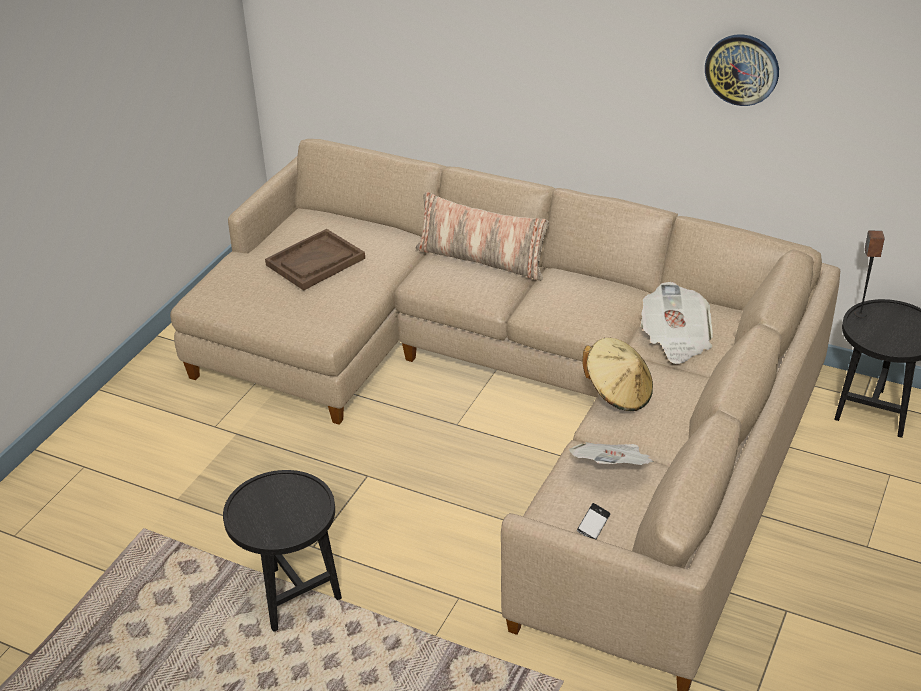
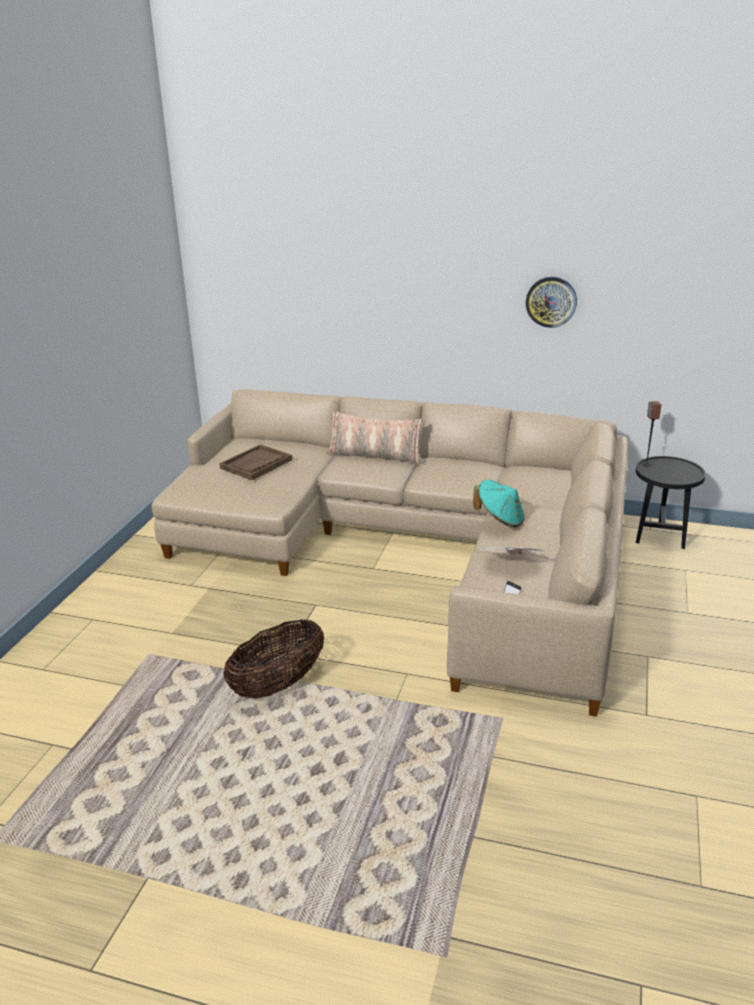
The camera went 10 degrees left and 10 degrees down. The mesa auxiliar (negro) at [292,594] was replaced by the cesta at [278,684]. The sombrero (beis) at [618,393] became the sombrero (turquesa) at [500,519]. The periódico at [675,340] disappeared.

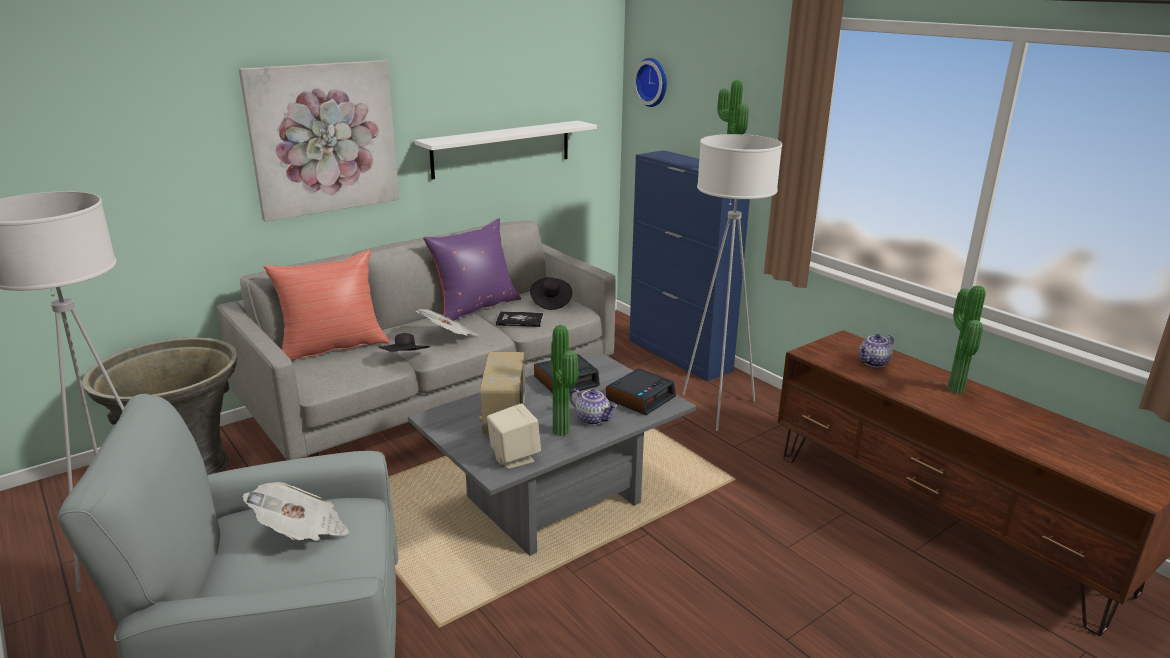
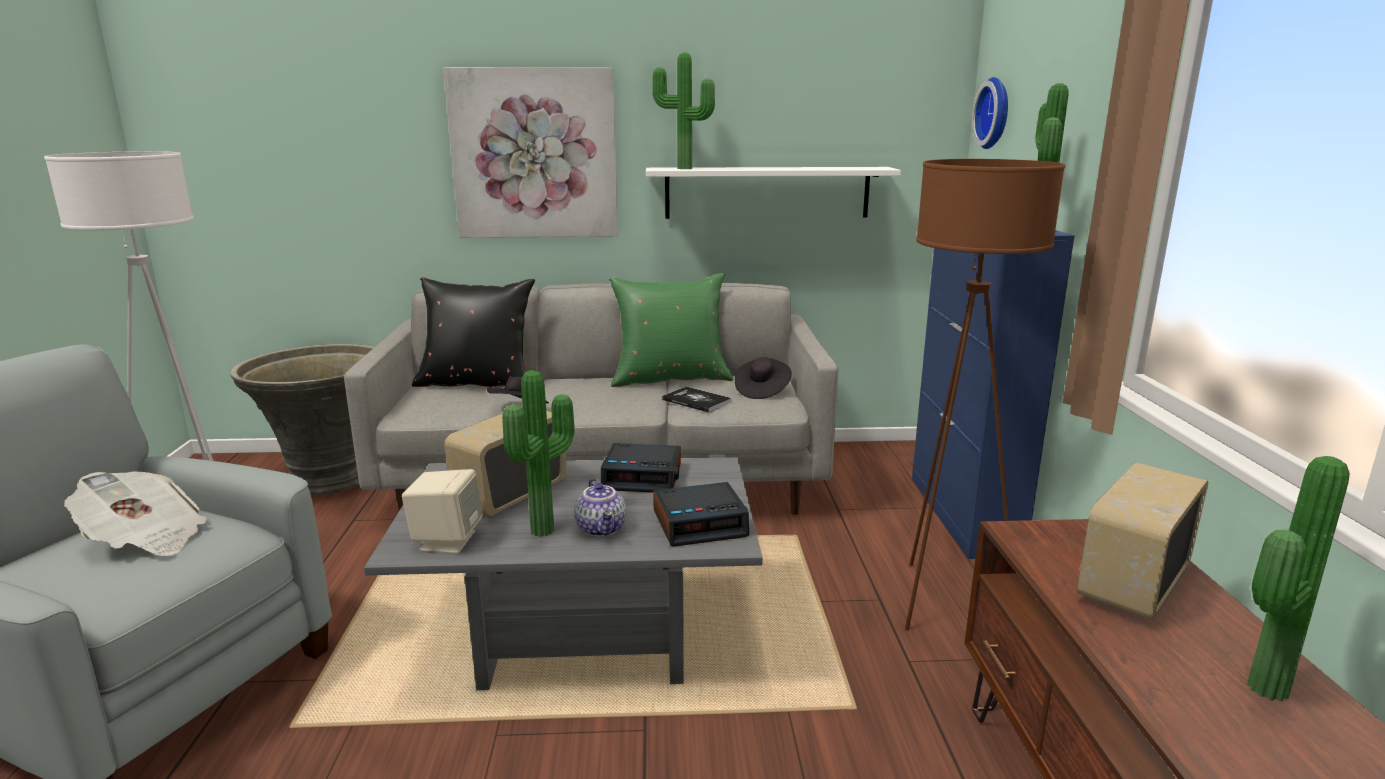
The camera went 35 degrees right and 5 degrees down. The cojín (rojo) at [332,347] became the cojín (negro) at [478,383]. The periódico at [448,337] disappeared. The cojín (morado) at [475,307] became the cojín (verde) at [670,378]. The lámpara de pie (blanco) at [717,409] became the lámpara de pie (marrón) at [942,600]. The tetera at [874,363] was replaced by the radio at [1131,584]. The planta en maceta at [683,169] appeared.

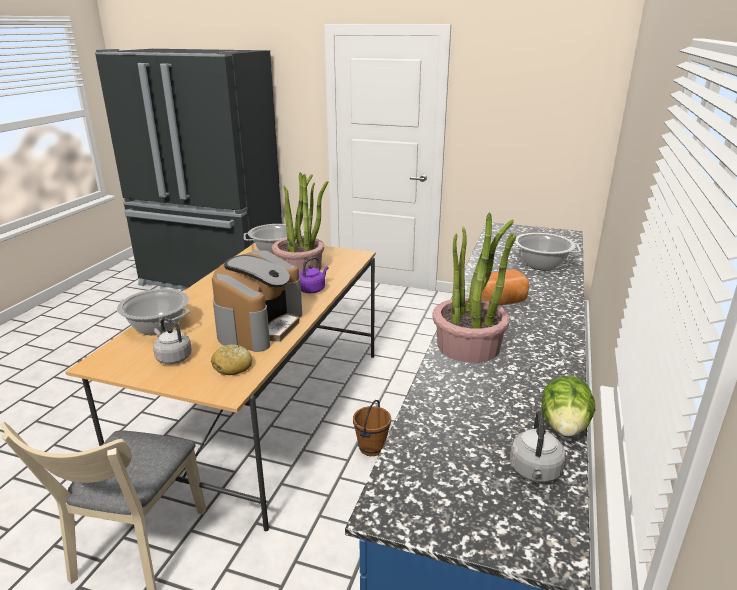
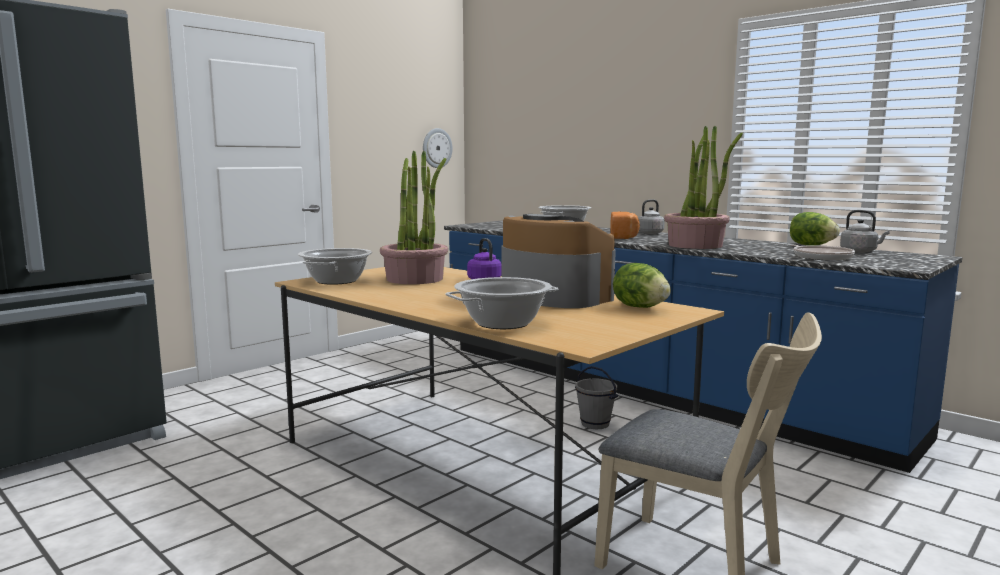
The camera went 65 degrees left and 15 degrees down. The hervidor (gris) moved from [172,357] to [648,233]. The pan at [232,367] was replaced by the lechuga at [640,307]. The cubo (marrón) at [372,448] became the cubo (gris) at [595,424]. The reloj de pared at [436,148] appeared. The sartén at [819,257] appeared.

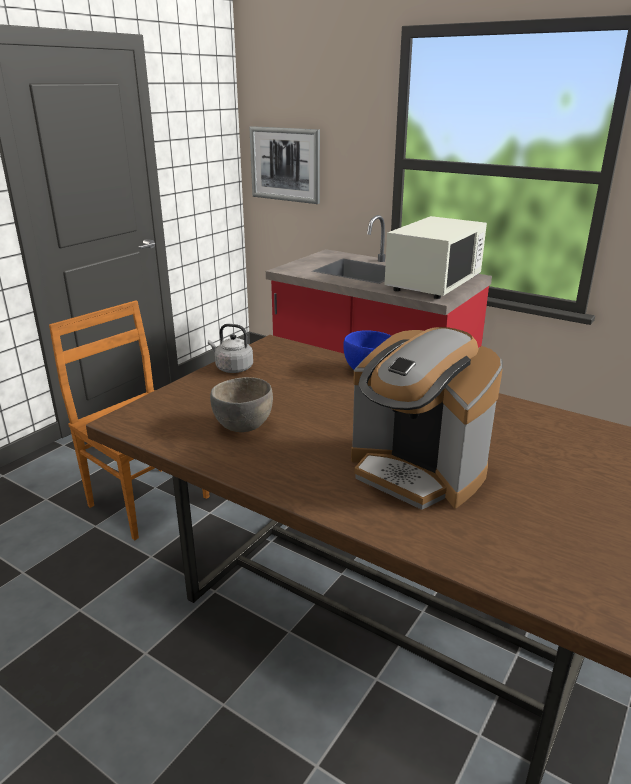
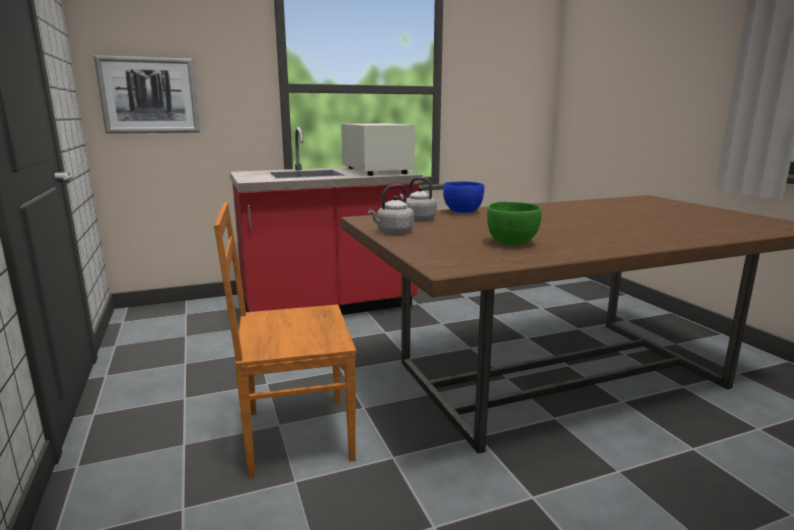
The camera went 55 degrees left and 10 degrees down. The cuenco (gris) at [244,426] became the cuenco (verde) at [512,243]. The cafetera at [417,472] disappeared. The hervidor (gris) at [418,219] appeared.

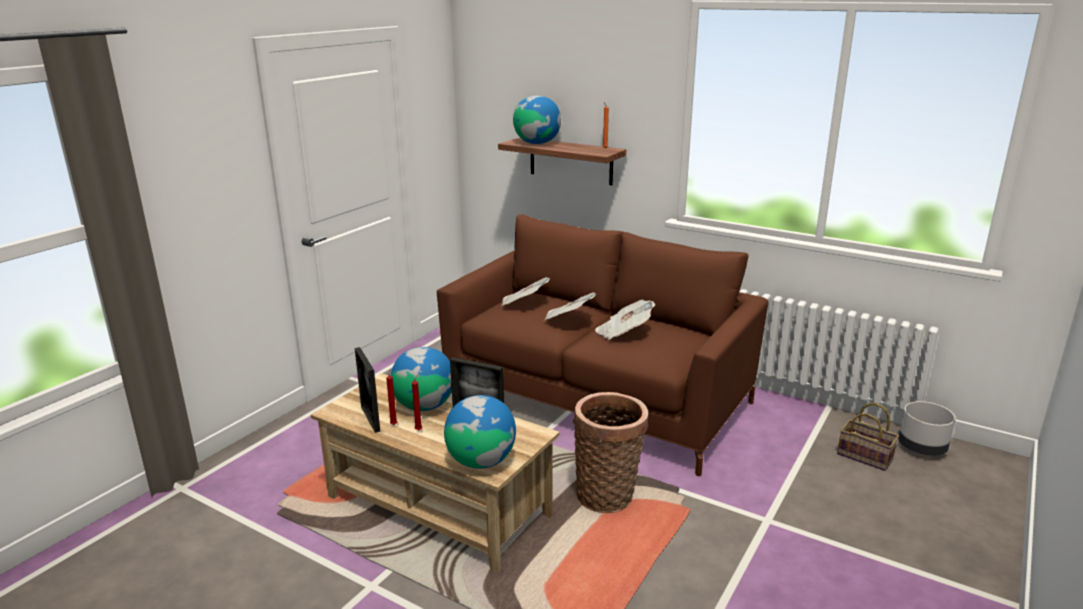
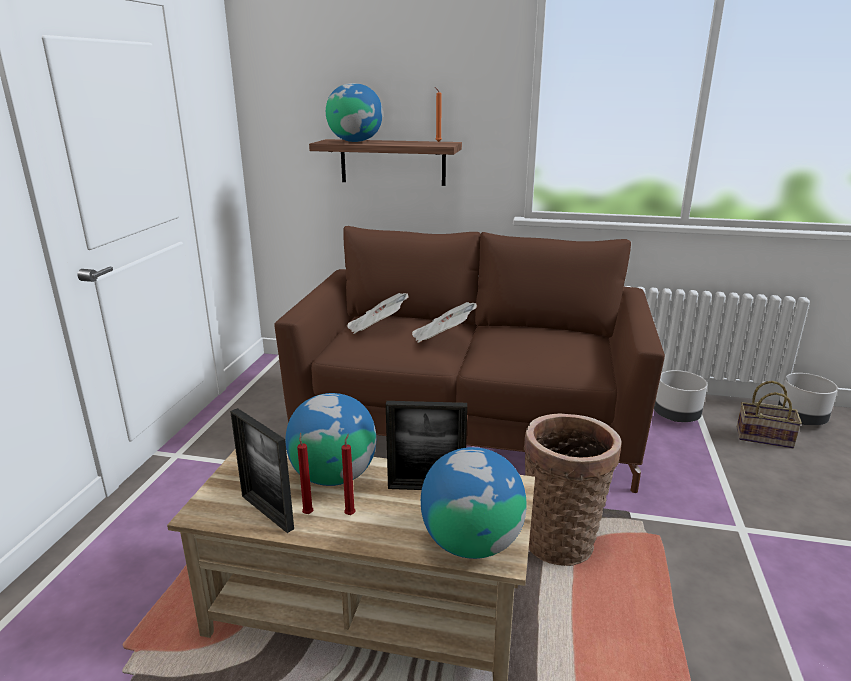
The camera went 20 degrees left and 0 degrees up. The periódico at [623,333] disappeared. The maceta (gris) at [676,416] appeared.

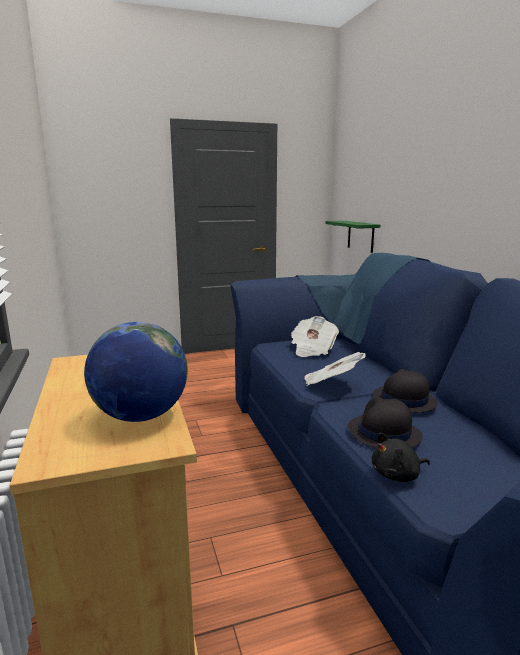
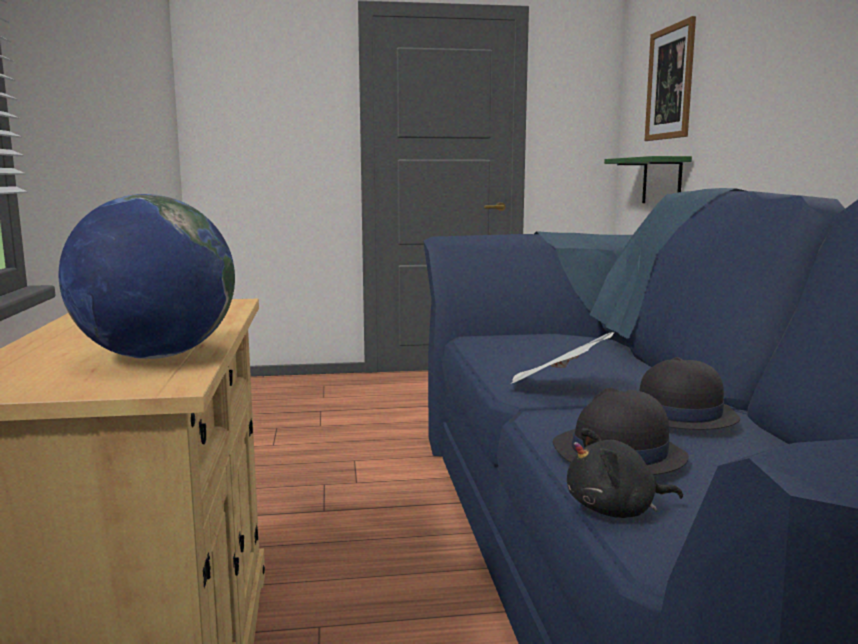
The camera went 10 degrees right and 5 degrees down. The periódico at [312,349] disappeared. The cuadro at [670,83] appeared.

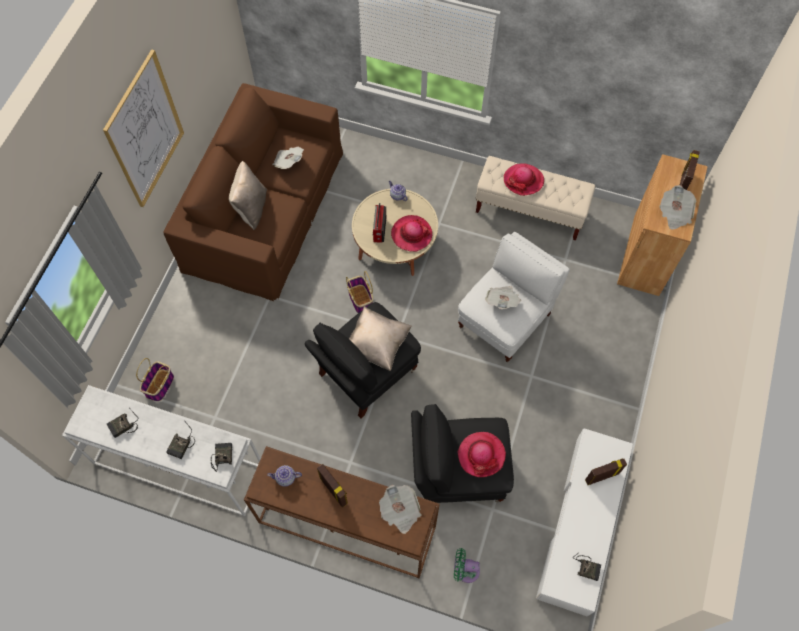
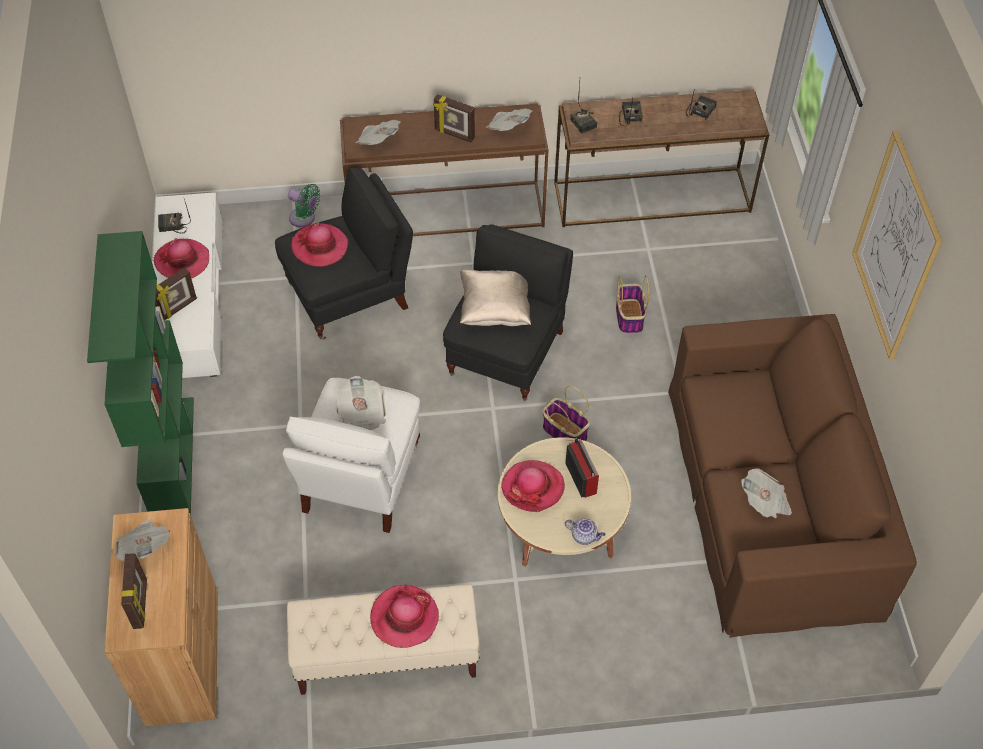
The camera went 155 degrees right and 10 degrees down. The mesa consola (blanco) at [177,466] became the mesa consola (marrón) at [653,196]. The cesta moved from [159,386] to [629,316]. The cojín (beis) at [251,208] disappeared. The tetera at [286,478] was replaced by the periódico at [508,128]. The ventilador (verde) at [465,570] turned 45 degrees clockwise. The estantería (verde) at [171,456] appeared. The sombrero at [182,261] appeared.

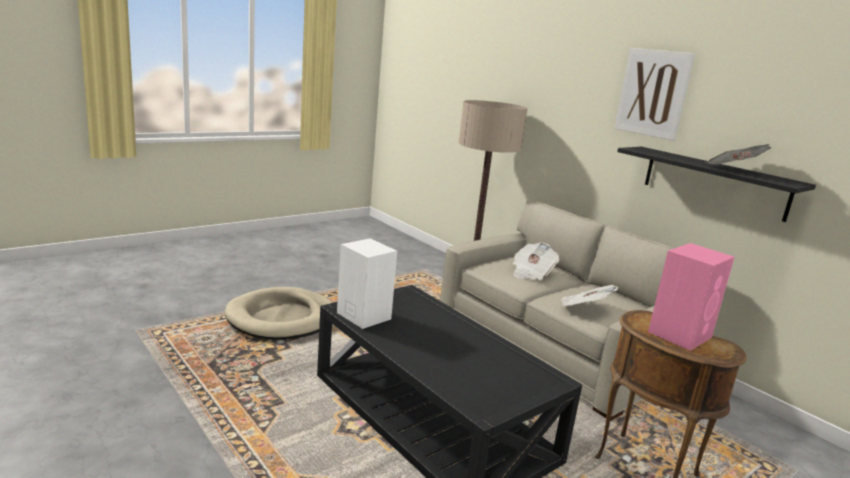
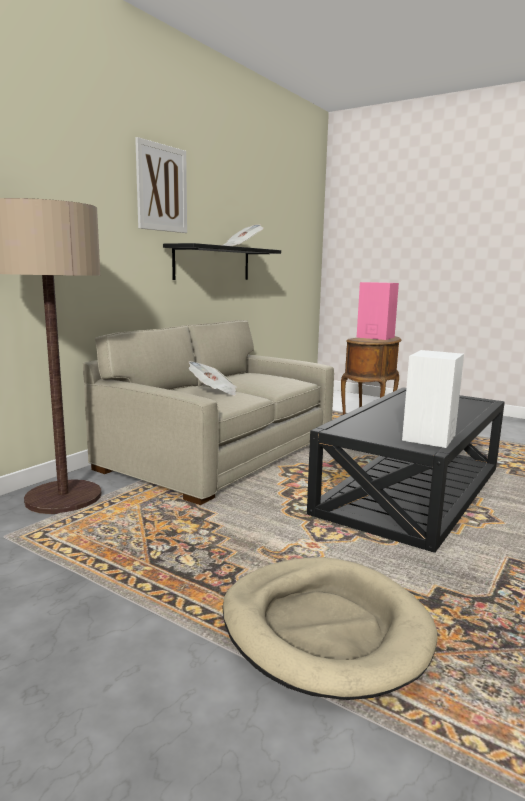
The camera went 105 degrees left and 5 degrees down. The periódico at [584,308] disappeared.

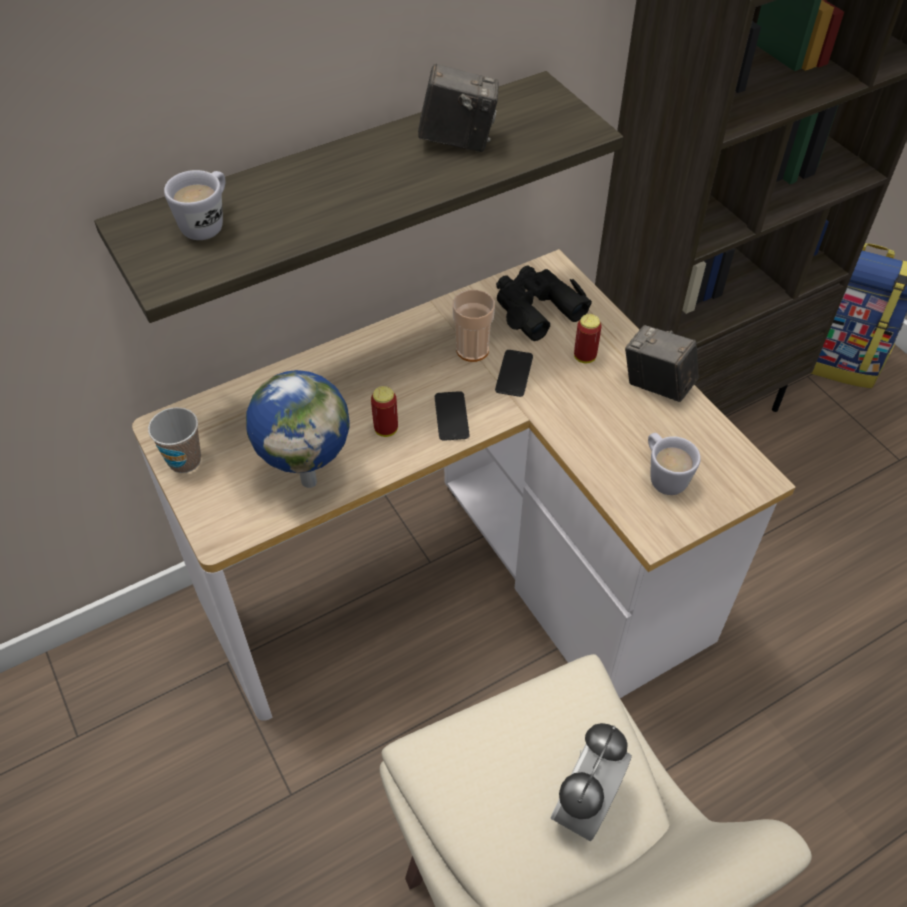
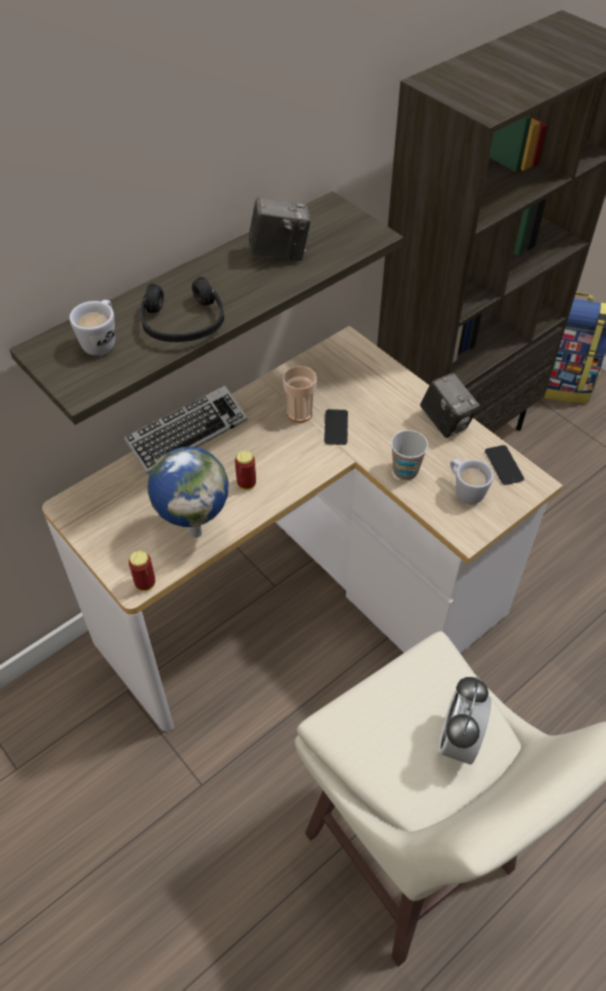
The camera went 10 degrees left and 0 degrees up. The taza moved from [184,461] to [405,471]. The móvil moved from [451,416] to [504,465]. The prismáticos (negro) at [536,308] disappeared. The lata moved from [584,357] to [145,583]. The cámara at [657,385] turned 150 degrees counterclockwise. The teclado at [187,434] appeared. The auriculares (negro) at [183,322] appeared.

